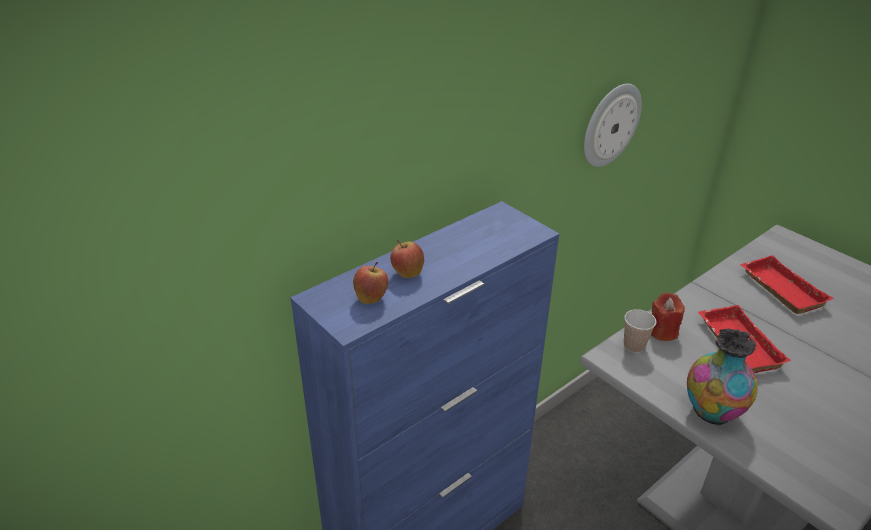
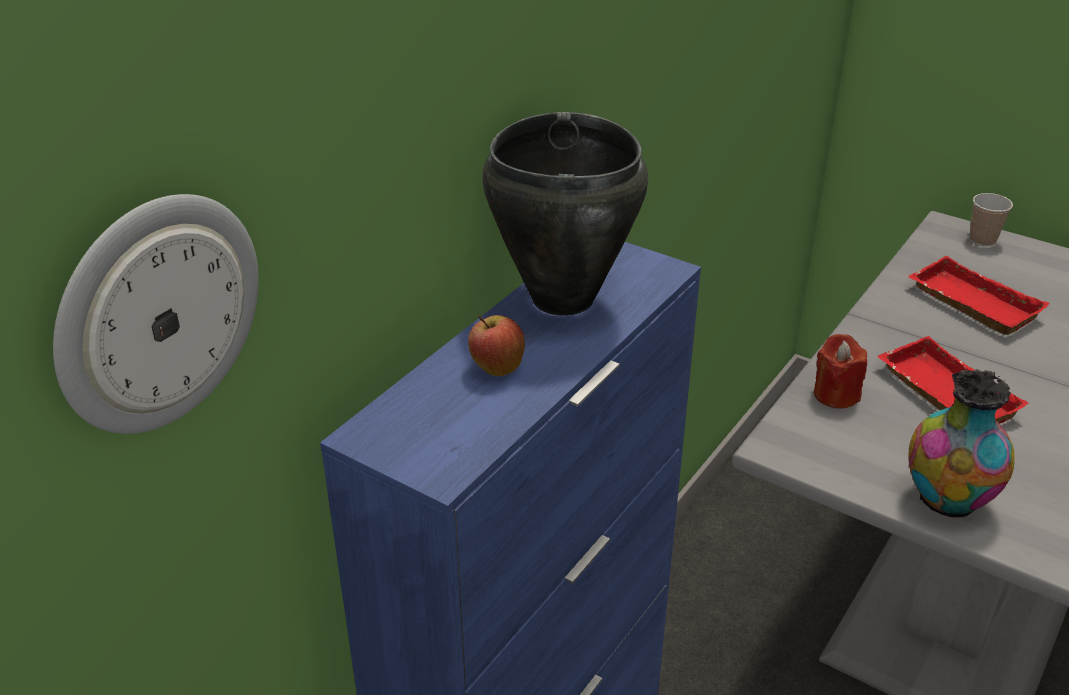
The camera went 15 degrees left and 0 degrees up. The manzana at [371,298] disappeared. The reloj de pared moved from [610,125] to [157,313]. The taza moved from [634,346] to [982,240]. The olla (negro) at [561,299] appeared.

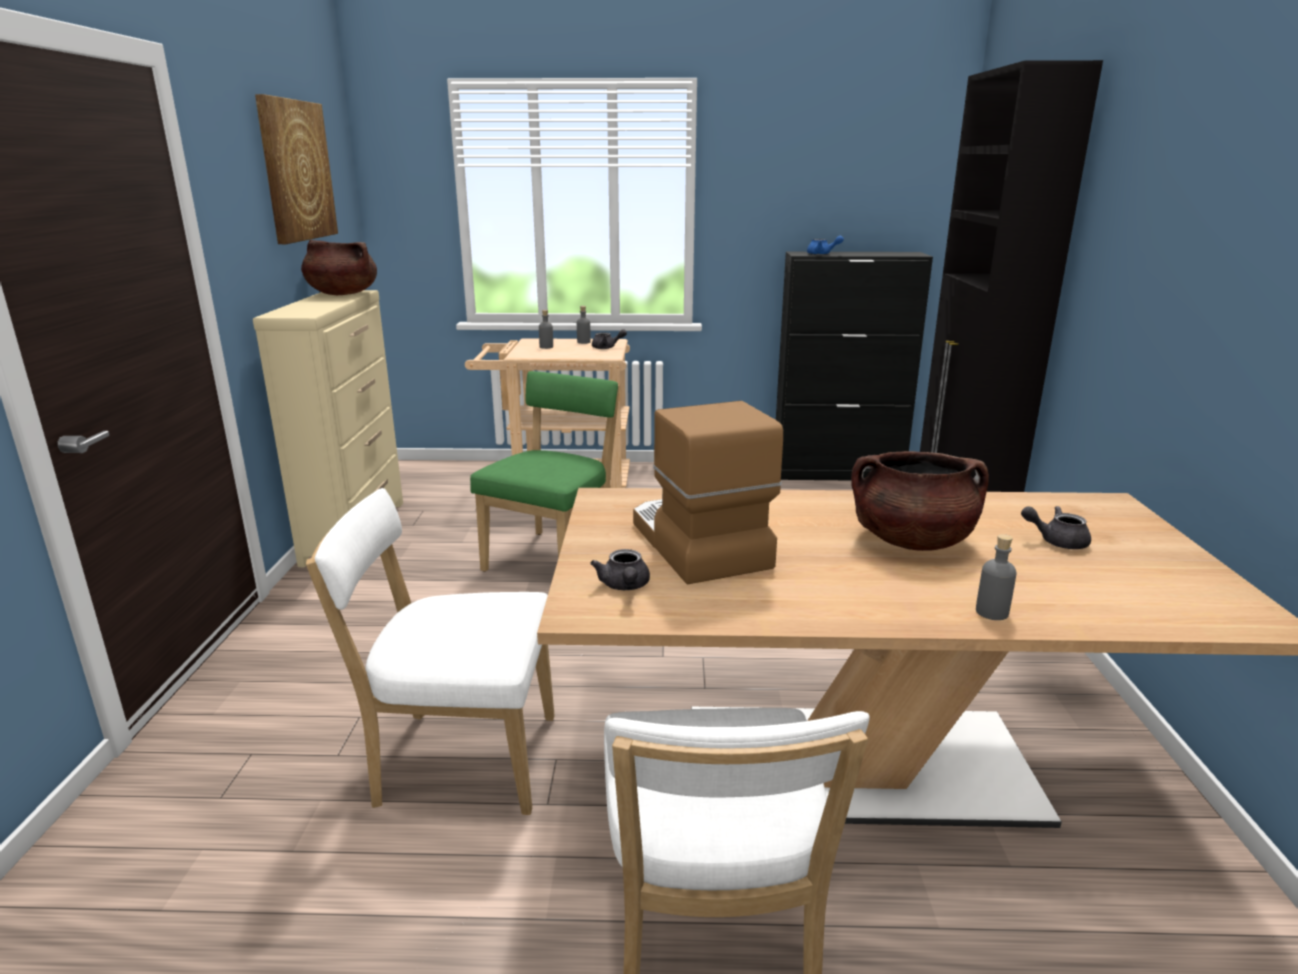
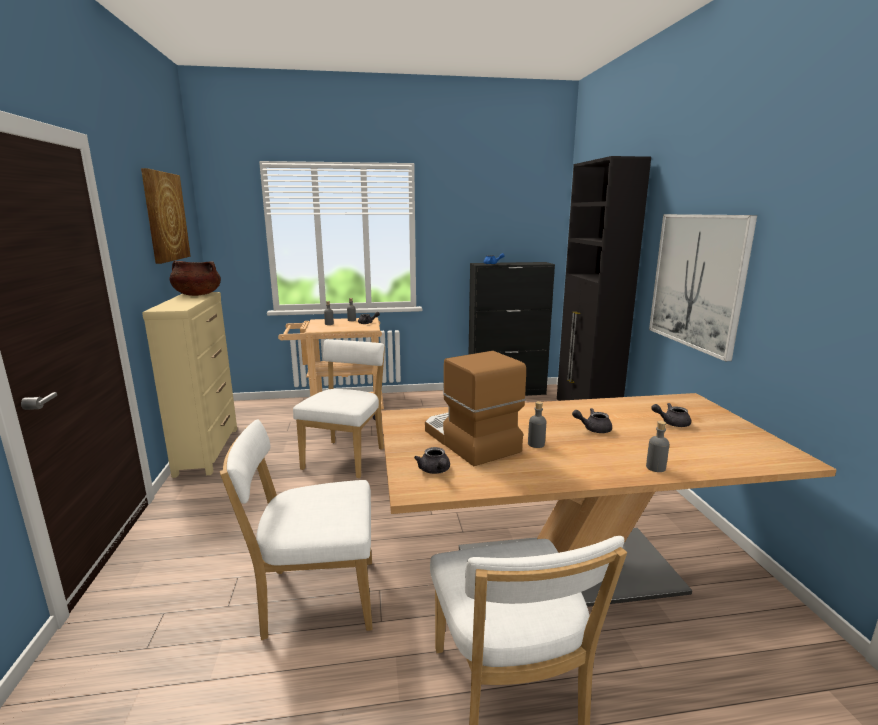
The camera went 10 degrees left and 5 degrees down. The silla (verde) at [554,557] became the silla (blanco) at [346,457]. The olla (marrón) at [911,541] was replaced by the tetera (gris) at [593,429]. The botella (gris) at [536,444] appeared. The cuadro at [697,281] appeared.

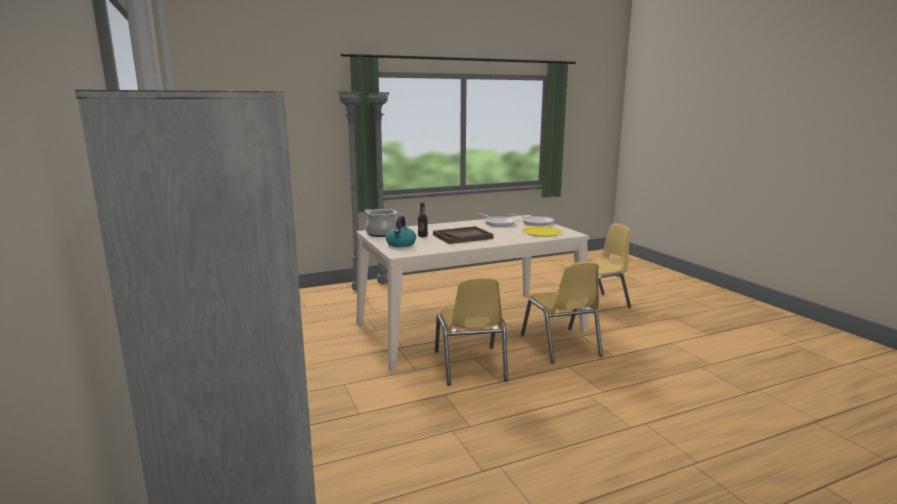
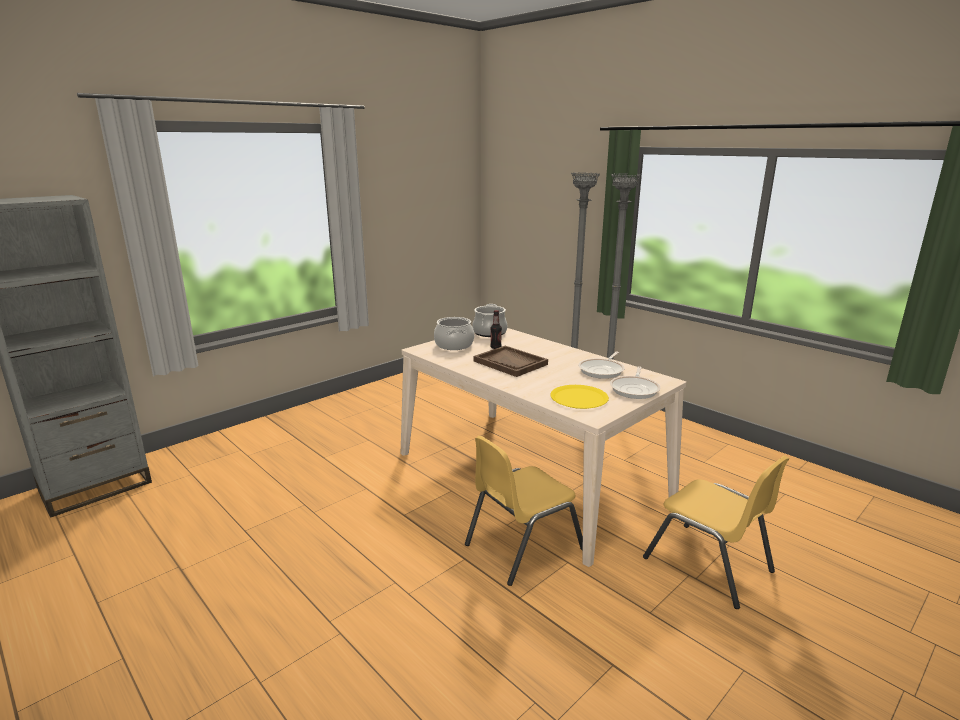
The camera went 70 degrees right and 5 degrees up. The hervidor at [401,244] was replaced by the olla at [454,345]. The silla (amarillo) at [470,366] disappeared.

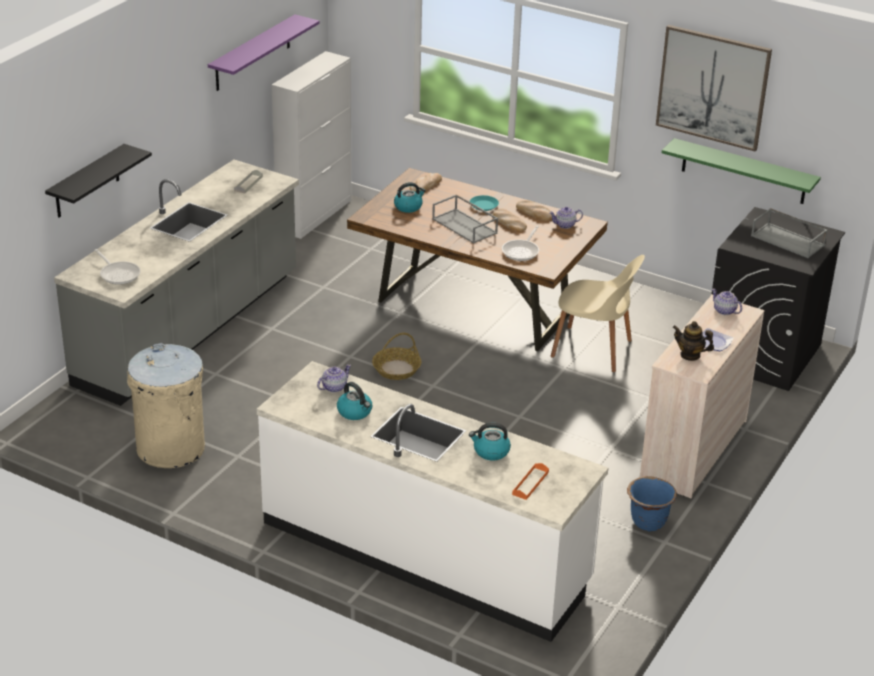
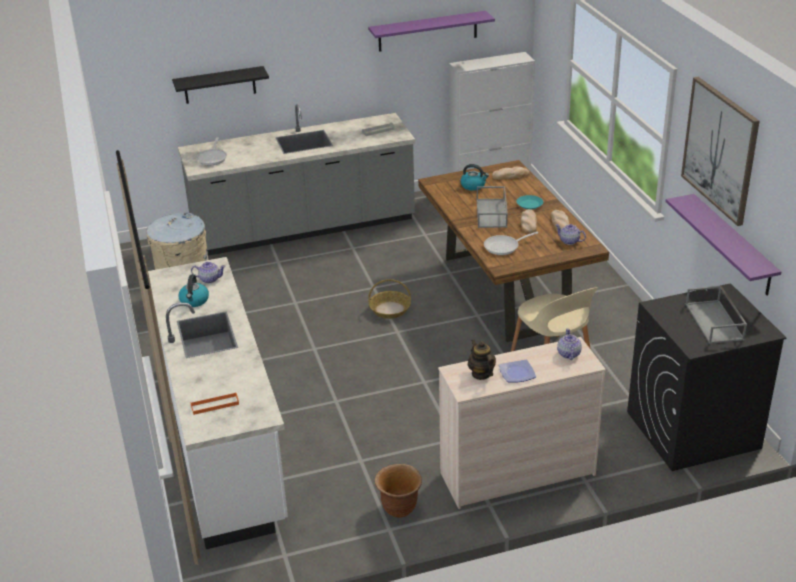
The camera went 45 degrees right and 0 degrees up. The hervidor at [490,452] disappeared. The maceta (azul) at [648,522] became the maceta (marrón) at [399,507]. The estante (verde) at [743,172] became the estante (morado) at [732,245].

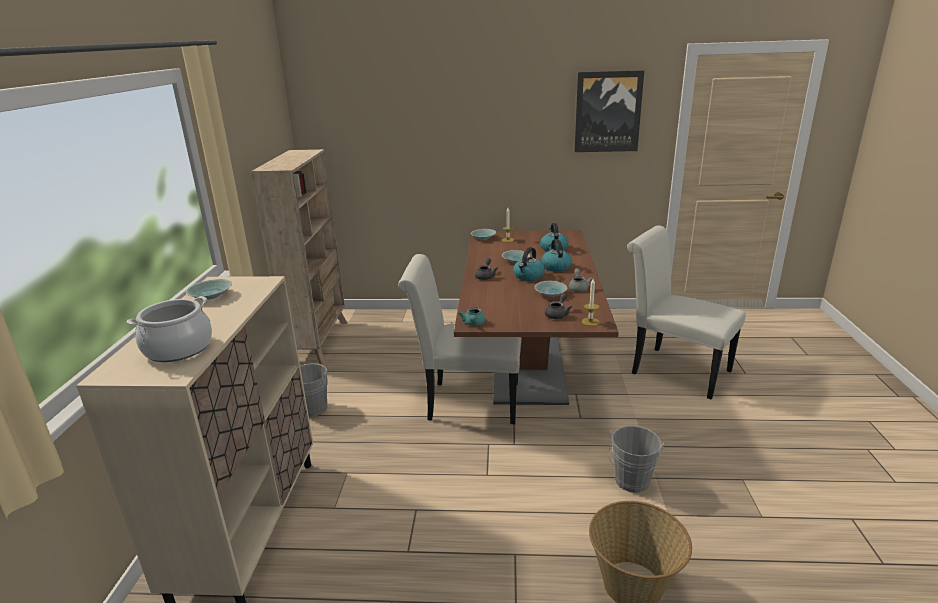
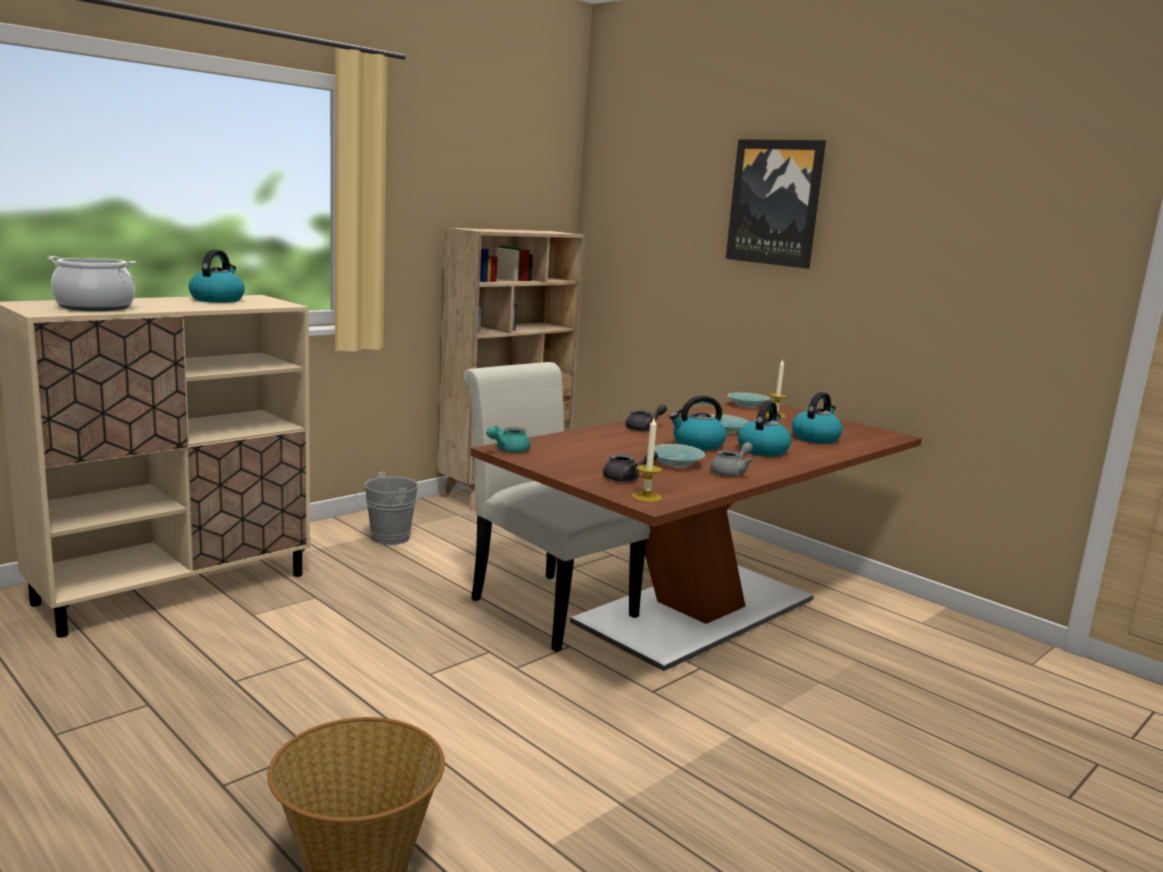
The camera went 40 degrees right and 10 degrees down. The cuenco (turquesa) at [210,297] was replaced by the hervidor at [217,299]. The cuadro moved from [607,112] to [775,202]. The cubo (gris) at [631,483] disappeared. The silla (blanco) at [674,370] disappeared.

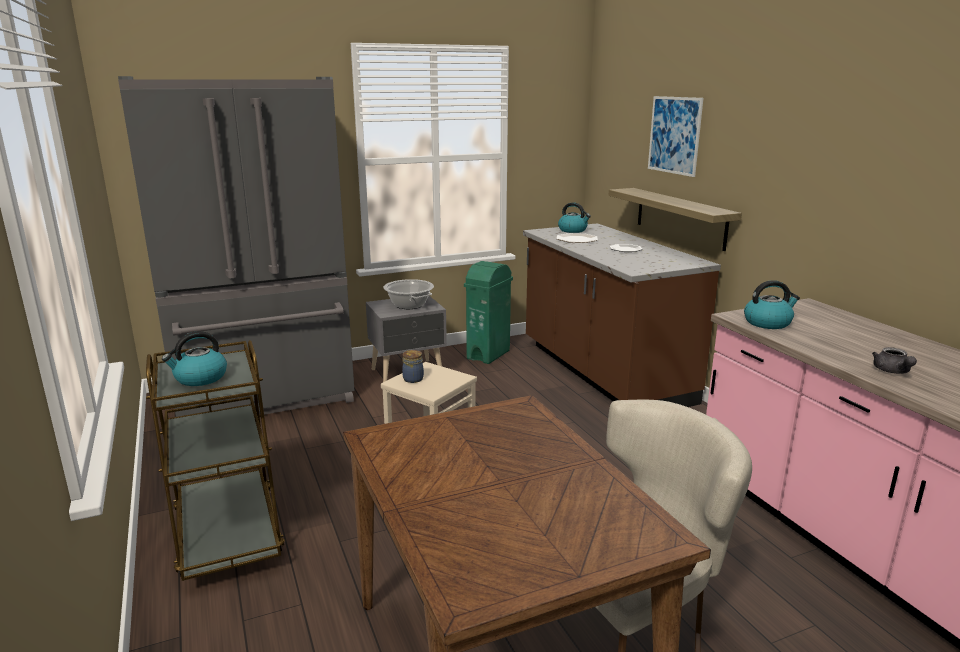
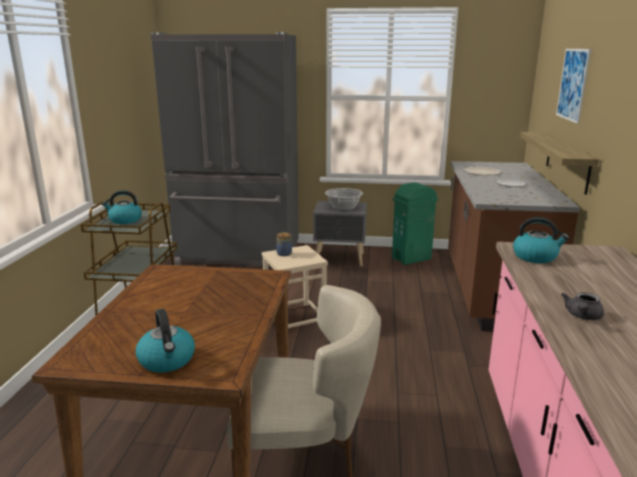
The camera went 30 degrees right and 0 degrees up. The hervidor moved from [573,230] to [167,360].

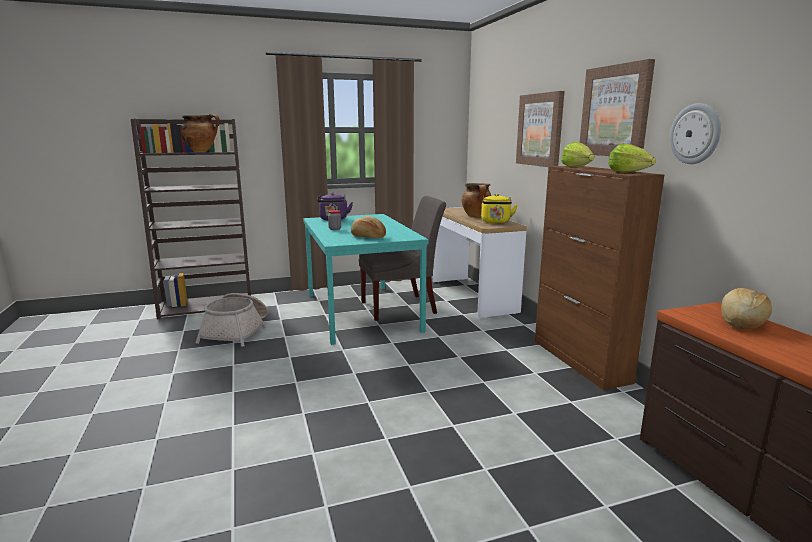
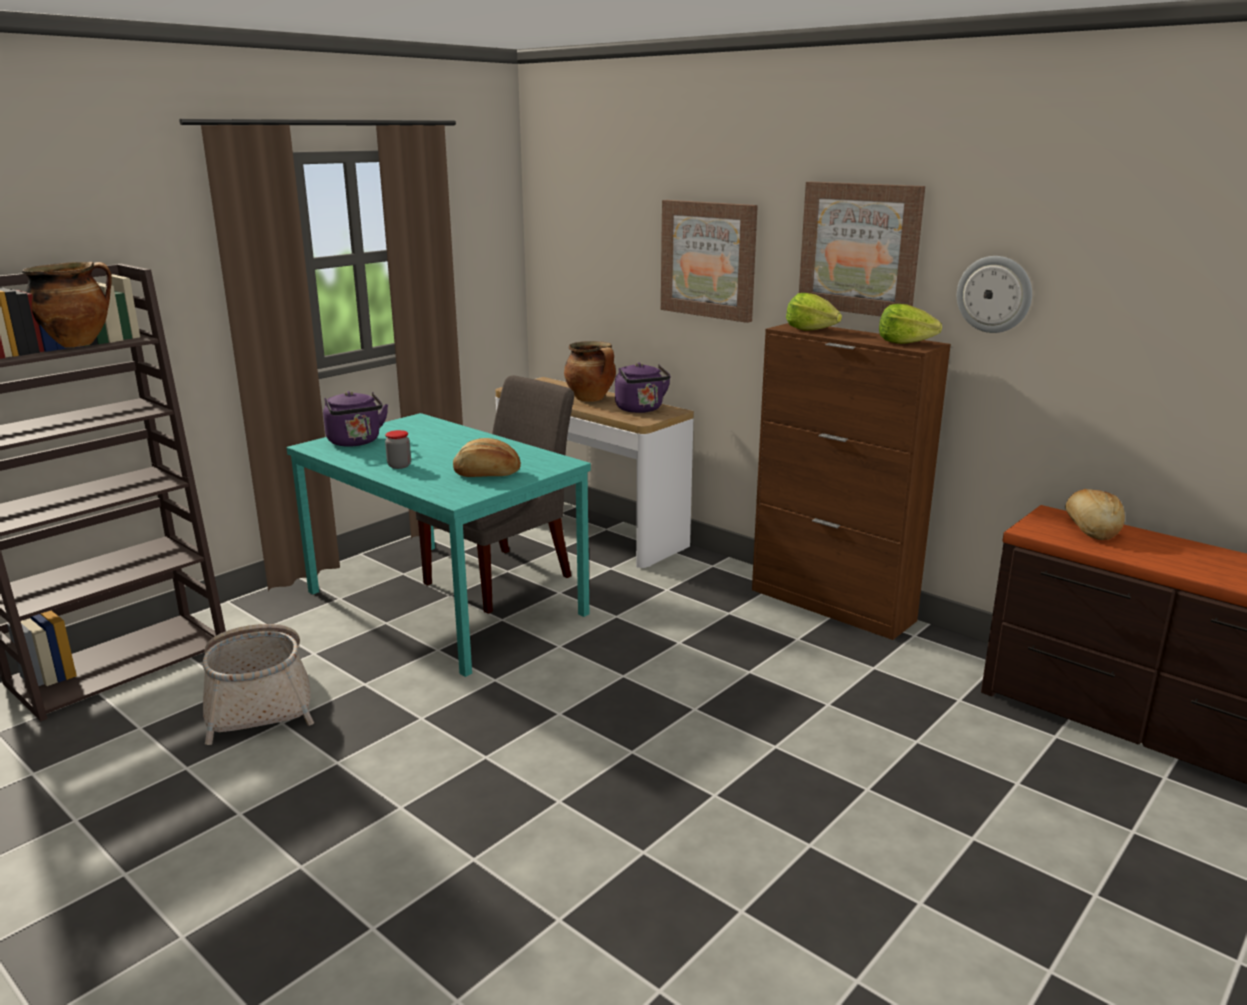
The camera went 30 degrees left and 5 degrees up. The hervidor (amarillo) at [496,222] became the hervidor (morado) at [641,409].

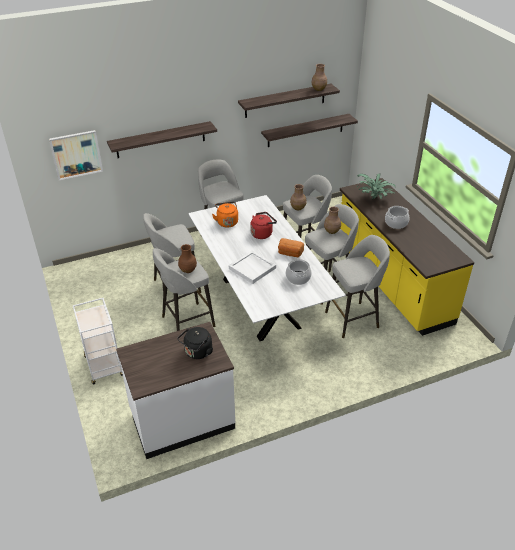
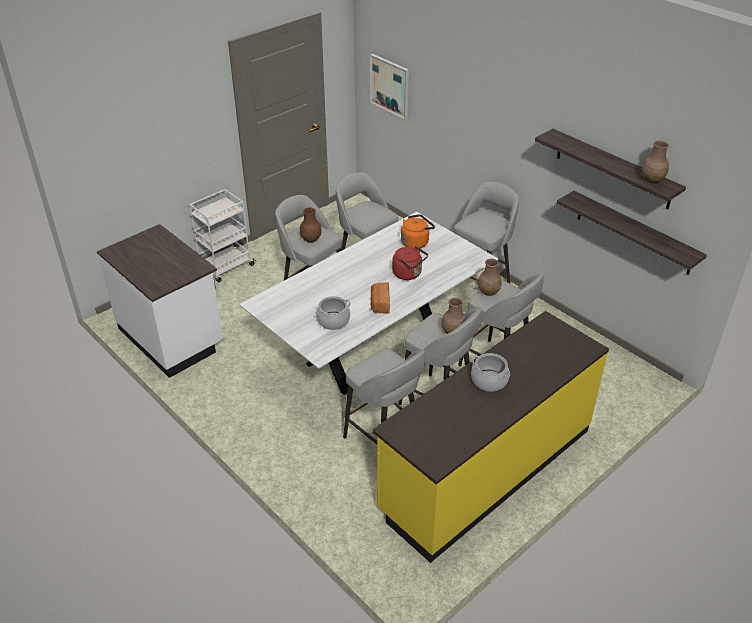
The camera went 70 degrees right and 0 degrees up. The estante at [161,140] disappeared. The hervidor (negro) at [197,353] disappeared. The bandeja (blanco) at [252,268] disappeared. The planta en maceta at [374,198] disappeared.

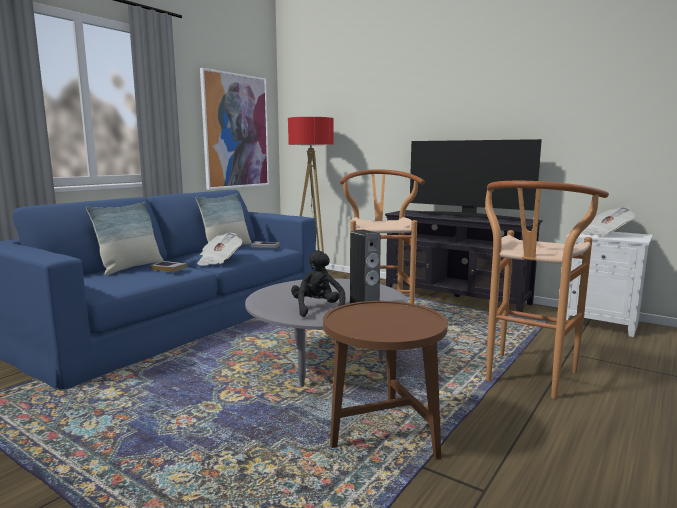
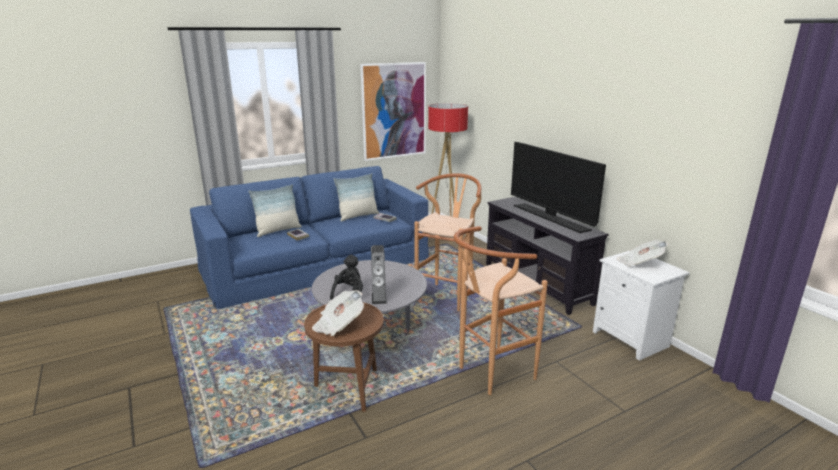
The camera went 25 degrees right and 10 degrees up. The periódico moved from [219,261] to [338,325].

